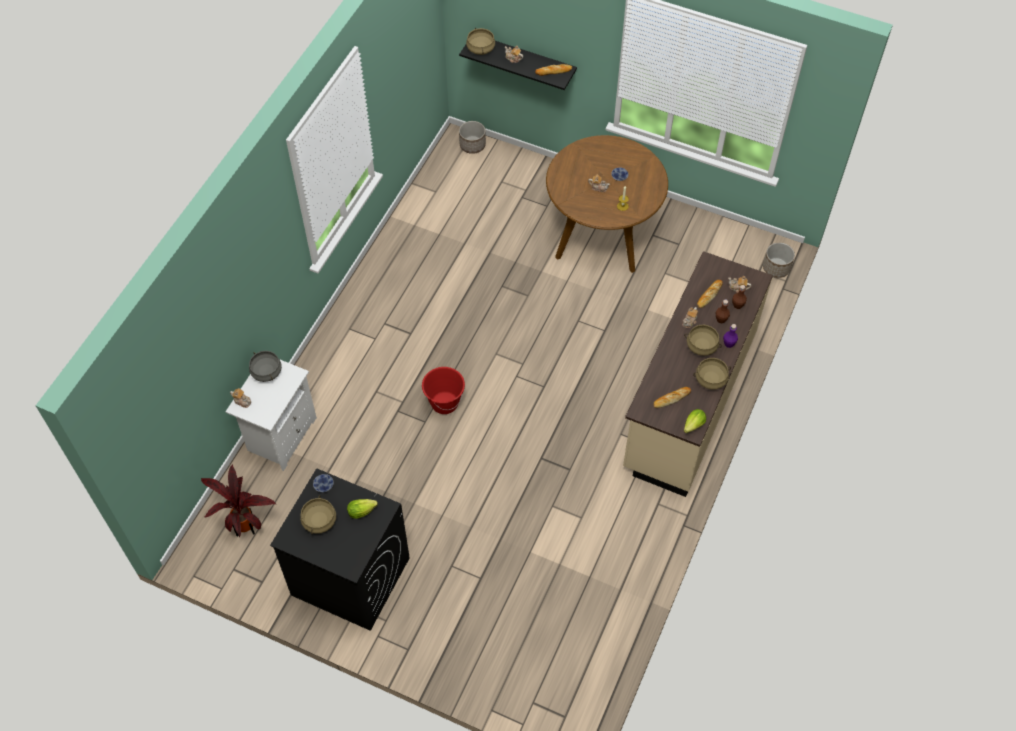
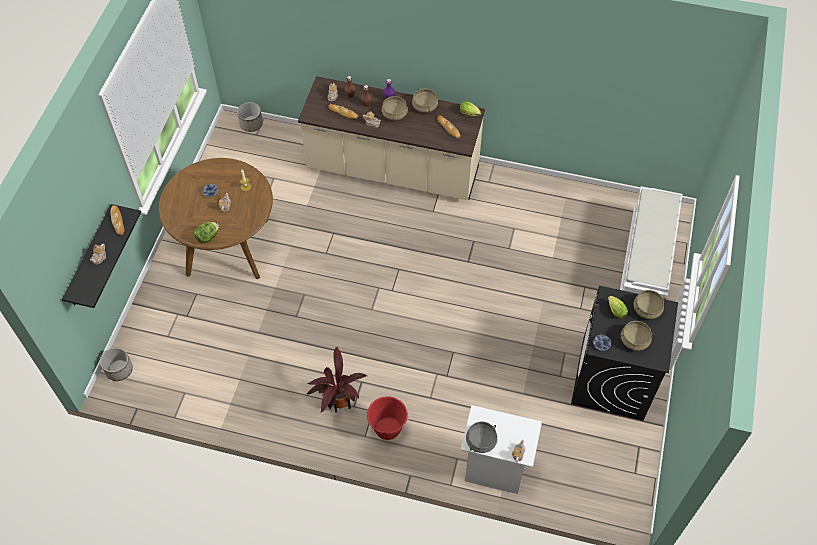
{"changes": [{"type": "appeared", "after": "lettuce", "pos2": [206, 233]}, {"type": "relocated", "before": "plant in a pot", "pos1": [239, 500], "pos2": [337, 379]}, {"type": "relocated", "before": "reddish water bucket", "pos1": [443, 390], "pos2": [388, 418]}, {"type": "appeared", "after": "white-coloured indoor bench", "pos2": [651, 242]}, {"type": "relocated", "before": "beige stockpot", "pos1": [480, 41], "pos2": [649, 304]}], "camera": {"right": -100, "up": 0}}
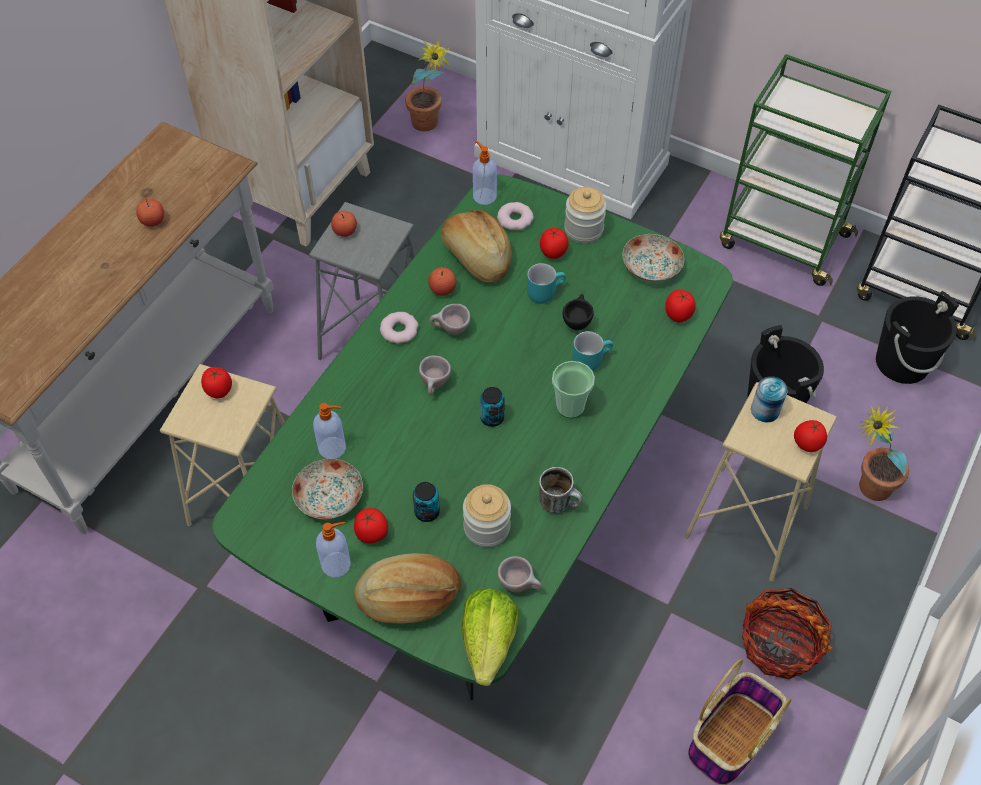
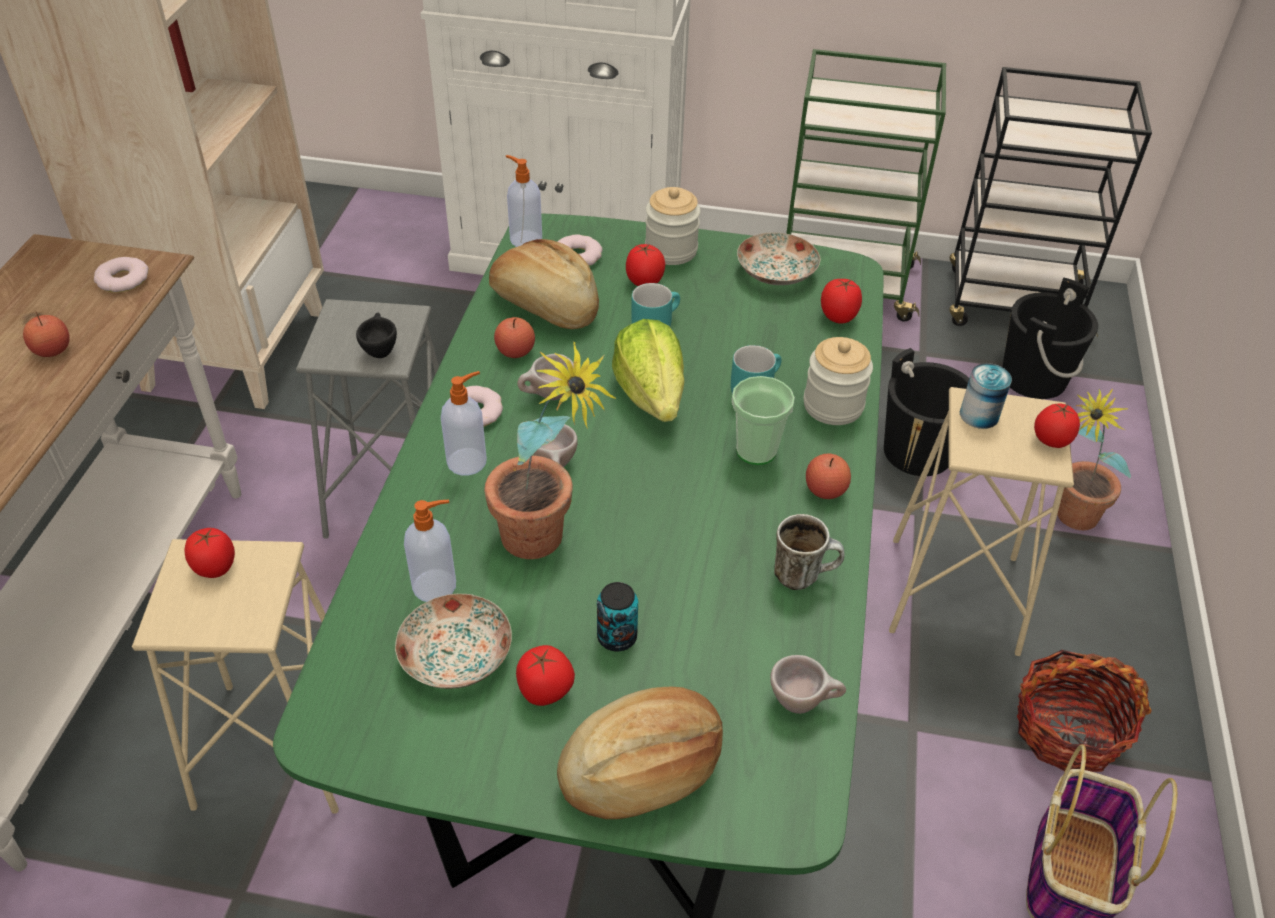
{"changes": [{"type": "appeared", "after": "doughnut", "pos2": [121, 275]}, {"type": "relocated", "before": "black-coloured drinking cup", "pos1": [578, 312], "pos2": [376, 335]}, {"type": "relocated", "before": "liquid soap bottle", "pos1": [333, 550], "pos2": [464, 423]}, {"type": "relocated", "before": "plant in a pot", "pos1": [427, 85], "pos2": [550, 450]}, {"type": "relocated", "before": "lettuce", "pos1": [490, 637], "pos2": [648, 370]}, {"type": "relocated", "before": "storage jar", "pos1": [487, 515], "pos2": [838, 381]}, {"type": "relocated", "before": "whole apple", "pos1": [344, 224], "pos2": [828, 476]}, {"type": "missing", "before": "sealed can", "pos1": [492, 407]}], "camera": {"right": -20, "up": -10}}
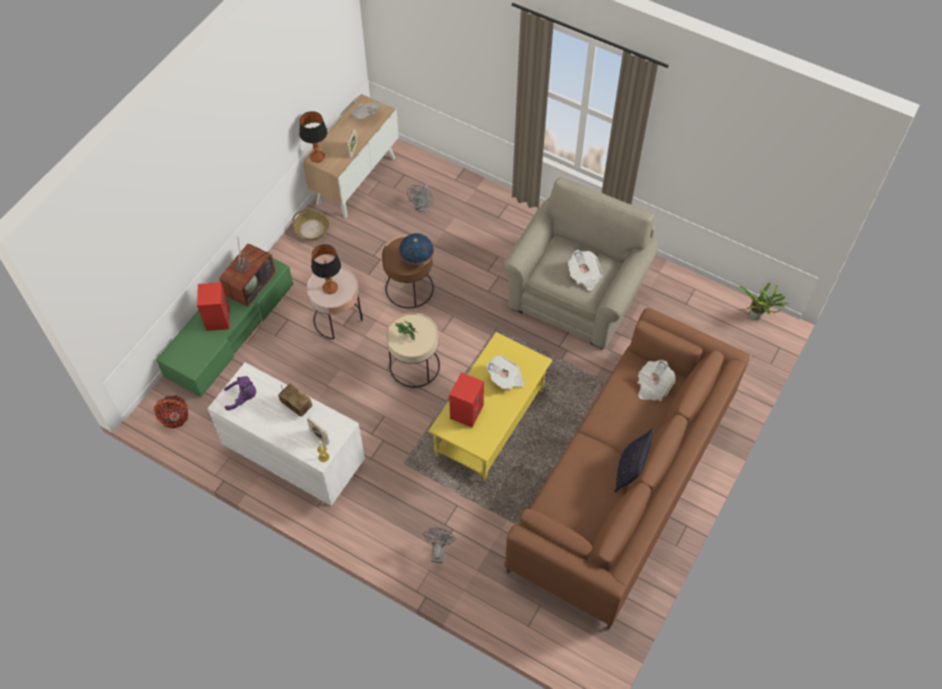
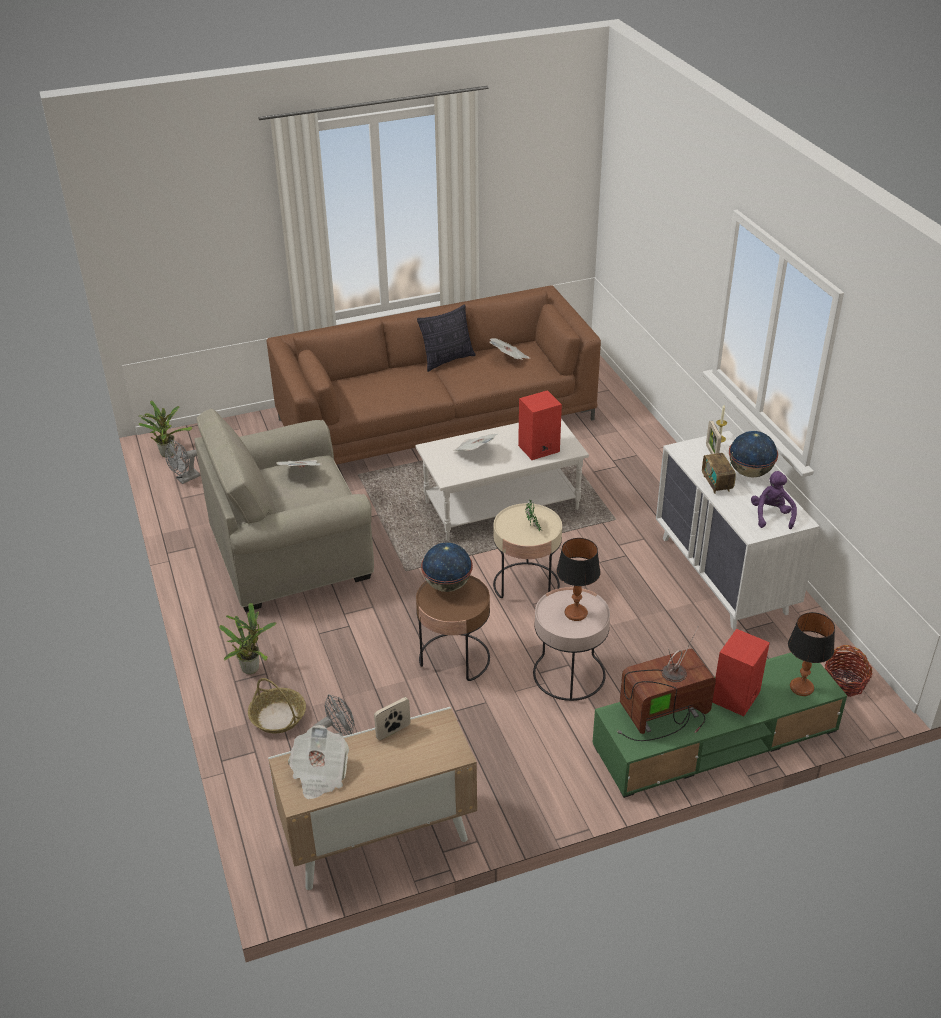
{"changes": [{"type": "relocated", "before": "gray fan", "pos1": [439, 545], "pos2": [182, 462]}, {"type": "appeared", "after": "plant in a pot", "pos2": [247, 638]}, {"type": "relocated", "before": "household basket", "pos1": [311, 225], "pos2": [277, 706]}, {"type": "colour", "before": "yellowish coffee table", "after": "white-coloured coffee table", "pos1": [490, 407], "pos2": [502, 480]}, {"type": "relocated", "before": "newspaper", "pos1": [656, 380], "pos2": [509, 349]}, {"type": "appeared", "after": "globe", "pos2": [753, 454]}, {"type": "spun", "before": "purple soft toy", "pos1": [240, 393], "pos2": [774, 500], "turn": 60}, {"type": "relocated", "before": "lamp for a table", "pos1": [313, 137], "pos2": [811, 654]}], "camera": {"right": -140, "up": -20}}
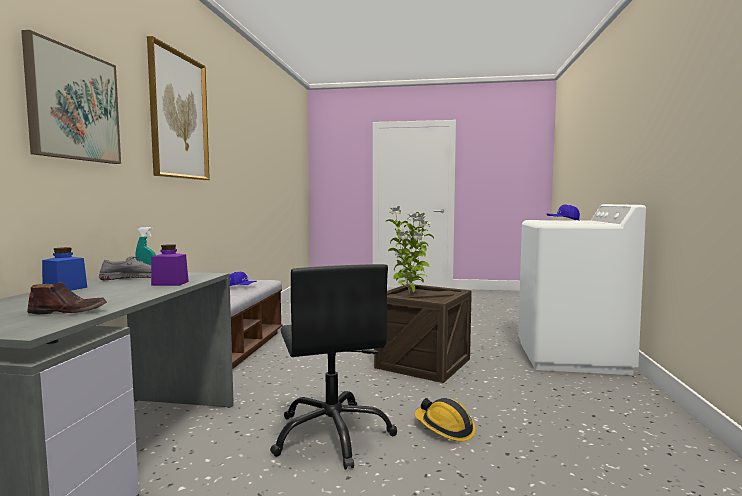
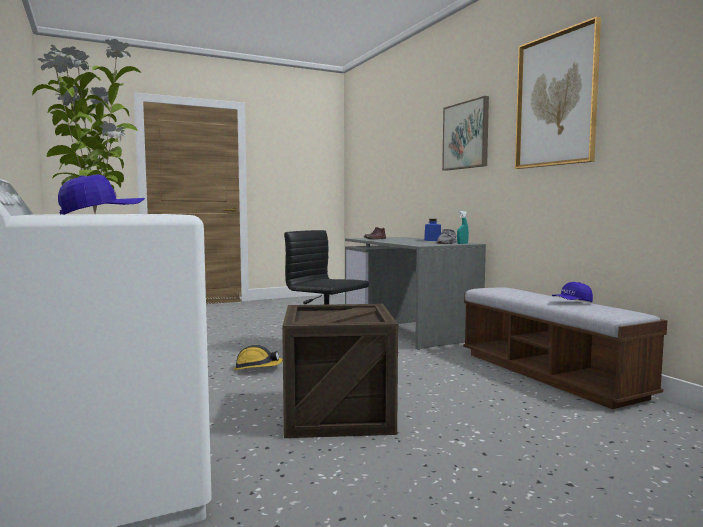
{"changes": [{"type": "relocated", "before": "plant in a pot", "pos1": [409, 250], "pos2": [86, 126]}, {"type": "missing", "before": "purple storage jar", "pos1": [170, 265]}], "camera": {"right": 145, "up": 0}}
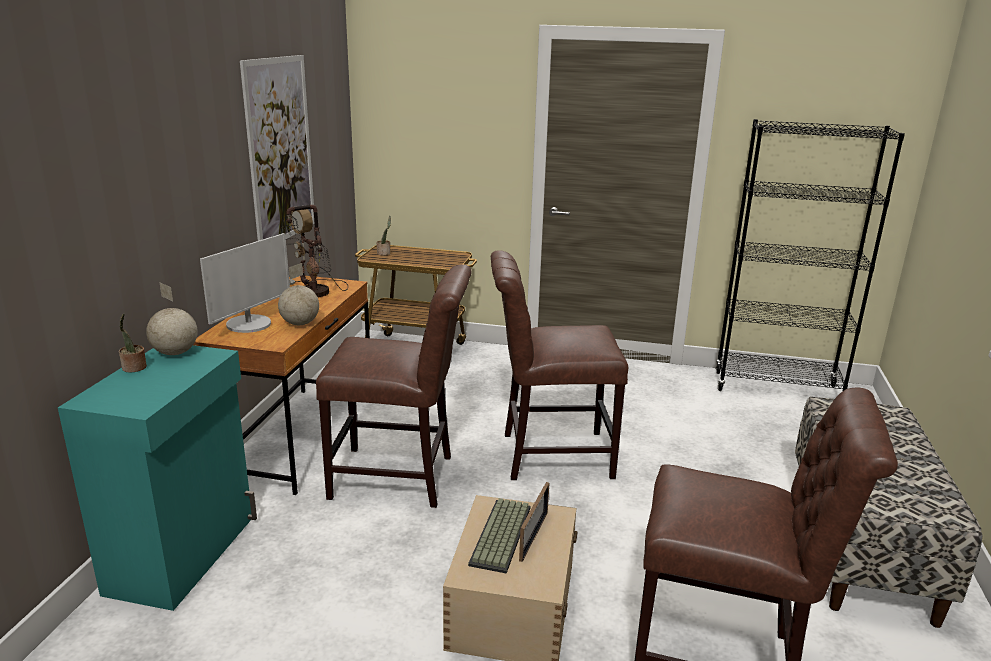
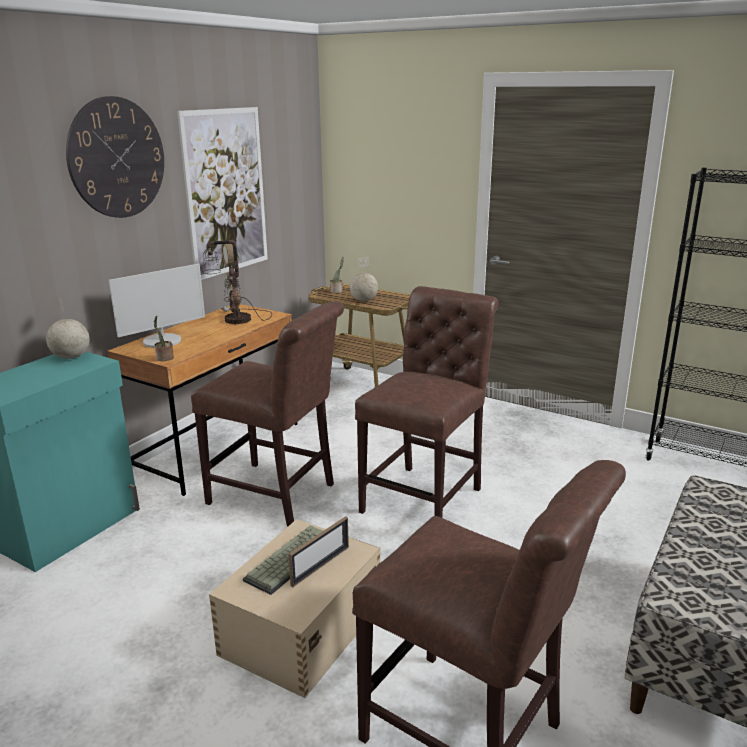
{"changes": [{"type": "appeared", "after": "hanging clock", "pos2": [115, 157]}, {"type": "relocated", "before": "plant in a pot", "pos1": [133, 343], "pos2": [164, 338]}, {"type": "relocated", "before": "globe", "pos1": [298, 294], "pos2": [364, 279]}, {"type": "spun", "before": "brown-coloured chair", "pos1": [559, 365], "pos2": [427, 402], "turn": 105}], "camera": {"right": 20, "up": 0}}
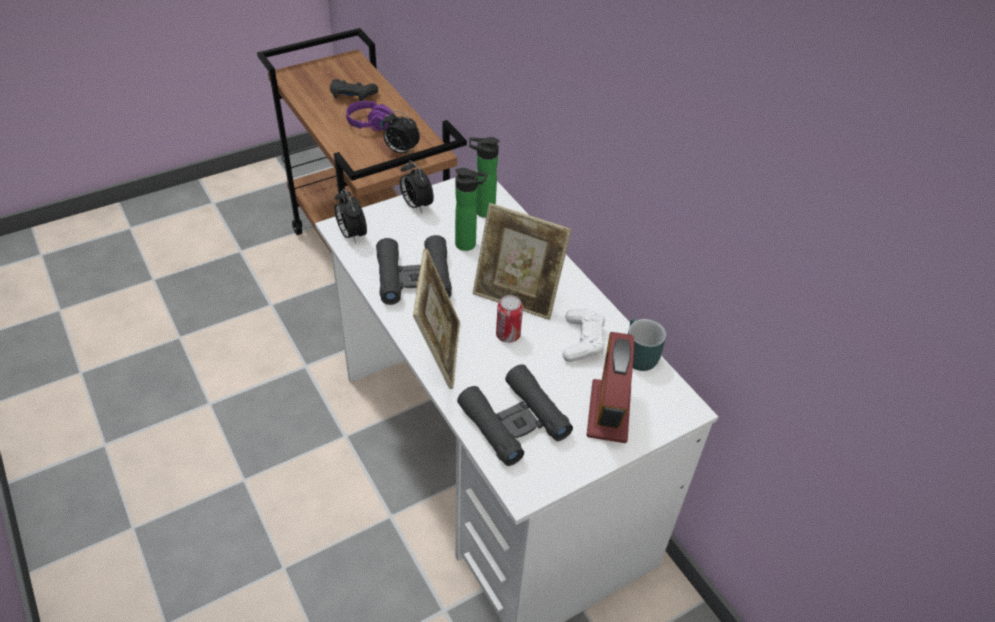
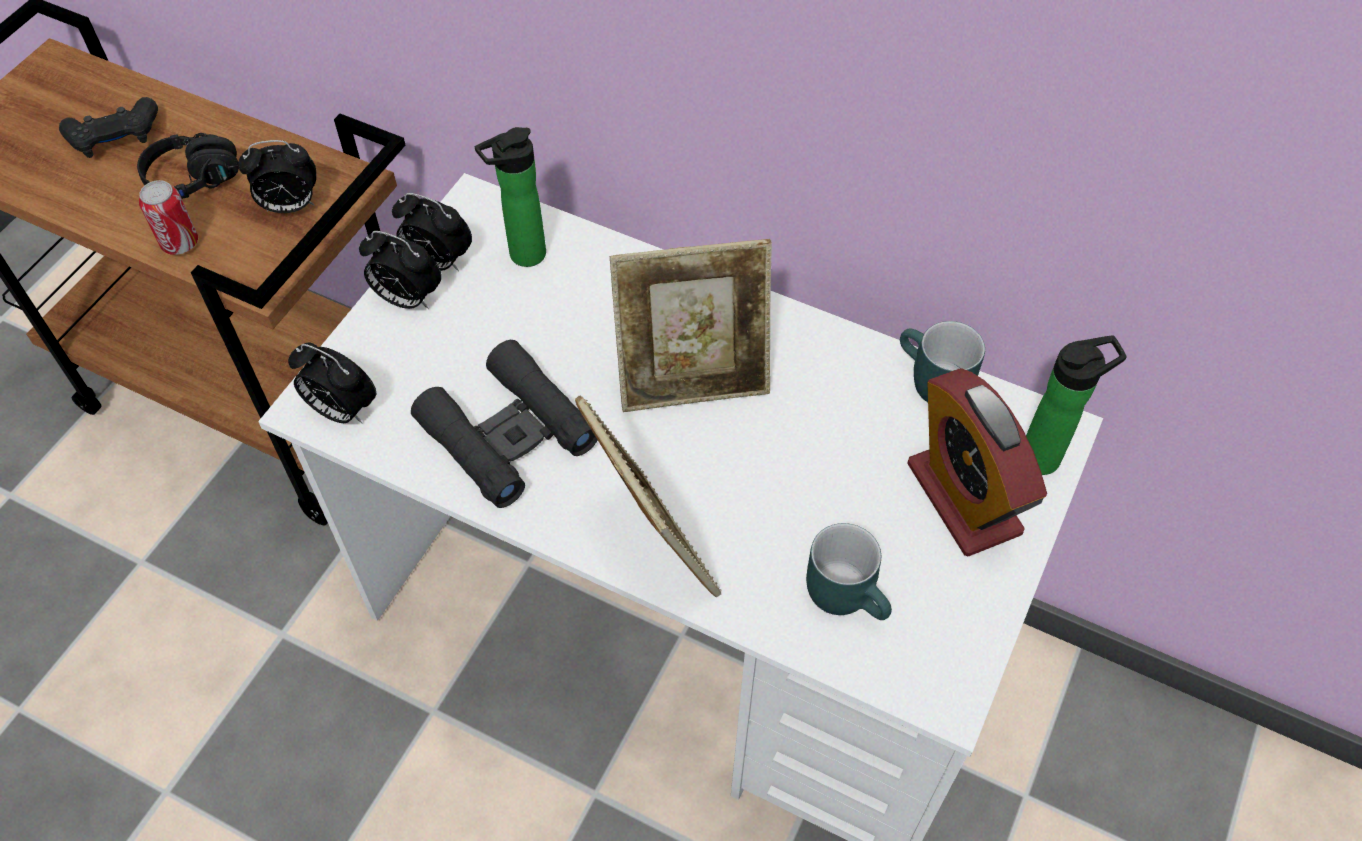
{"changes": [{"type": "colour", "before": "purple headphones", "after": "black-coloured headphones", "pos1": [370, 116], "pos2": [188, 166]}, {"type": "relocated", "before": "sealed can", "pos1": [509, 319], "pos2": [168, 217]}, {"type": "appeared", "after": "alarm clock", "pos2": [432, 232]}, {"type": "exchanged", "before": "black-coloured field glasses", "after": "turquoise mug", "pos1": [515, 415], "pos2": [849, 571]}, {"type": "relocated", "before": "bottle", "pos1": [471, 209], "pos2": [1076, 405]}, {"type": "missing", "before": "white-coloured joypad", "pos1": [584, 335]}], "camera": {"right": -30, "up": 10}}
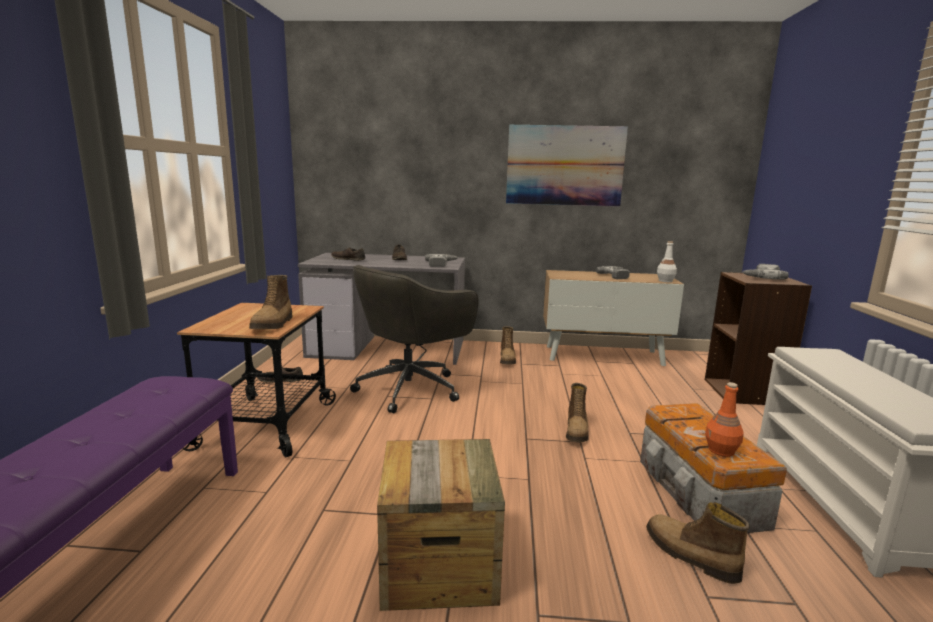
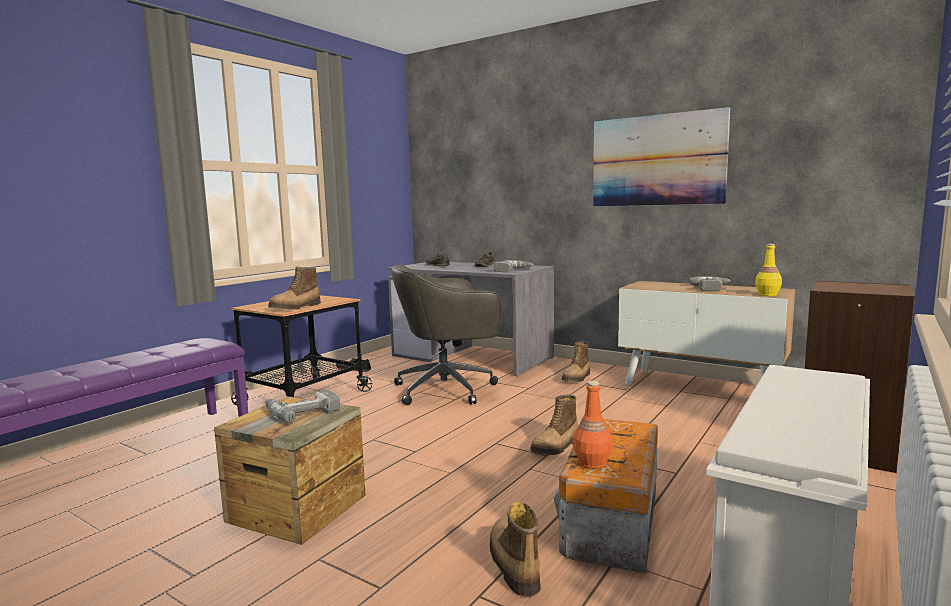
{"changes": [{"type": "relocated", "before": "drill", "pos1": [766, 272], "pos2": [302, 406]}, {"type": "colour", "before": "white-coloured bottle", "after": "yellowish bottle", "pos1": [667, 261], "pos2": [768, 270]}], "camera": {"right": 30, "up": -5}}
